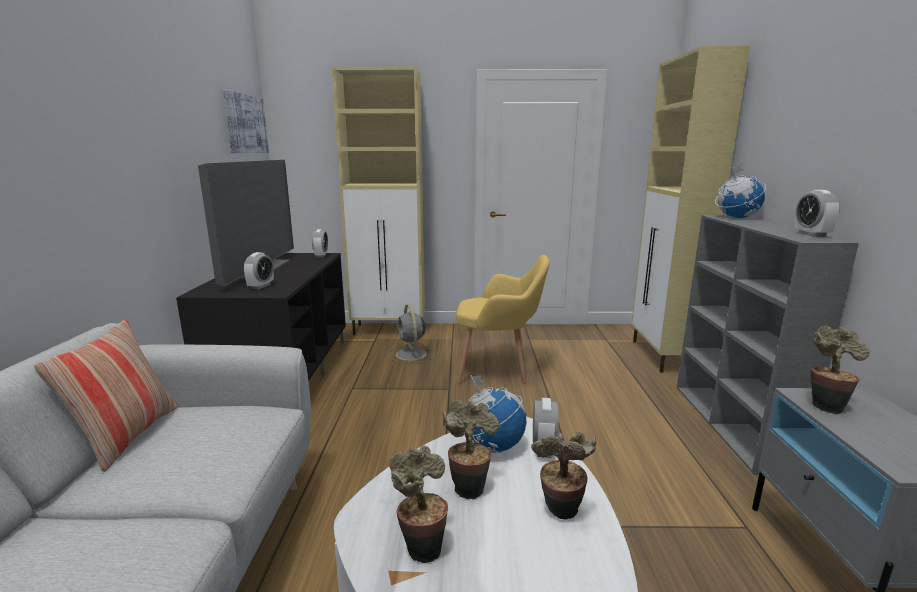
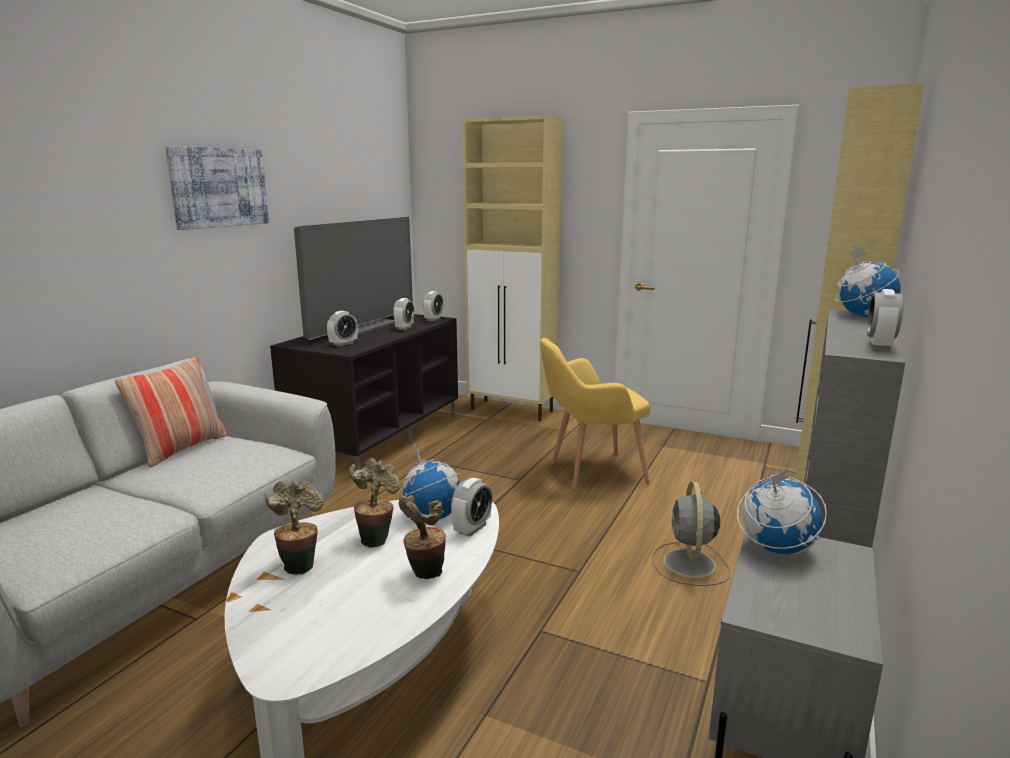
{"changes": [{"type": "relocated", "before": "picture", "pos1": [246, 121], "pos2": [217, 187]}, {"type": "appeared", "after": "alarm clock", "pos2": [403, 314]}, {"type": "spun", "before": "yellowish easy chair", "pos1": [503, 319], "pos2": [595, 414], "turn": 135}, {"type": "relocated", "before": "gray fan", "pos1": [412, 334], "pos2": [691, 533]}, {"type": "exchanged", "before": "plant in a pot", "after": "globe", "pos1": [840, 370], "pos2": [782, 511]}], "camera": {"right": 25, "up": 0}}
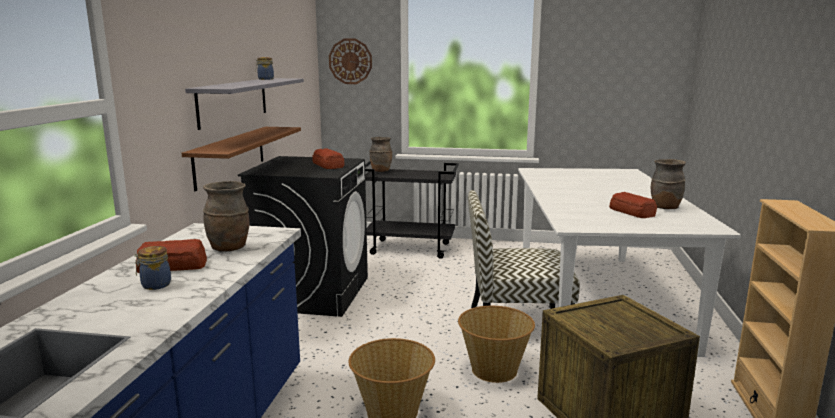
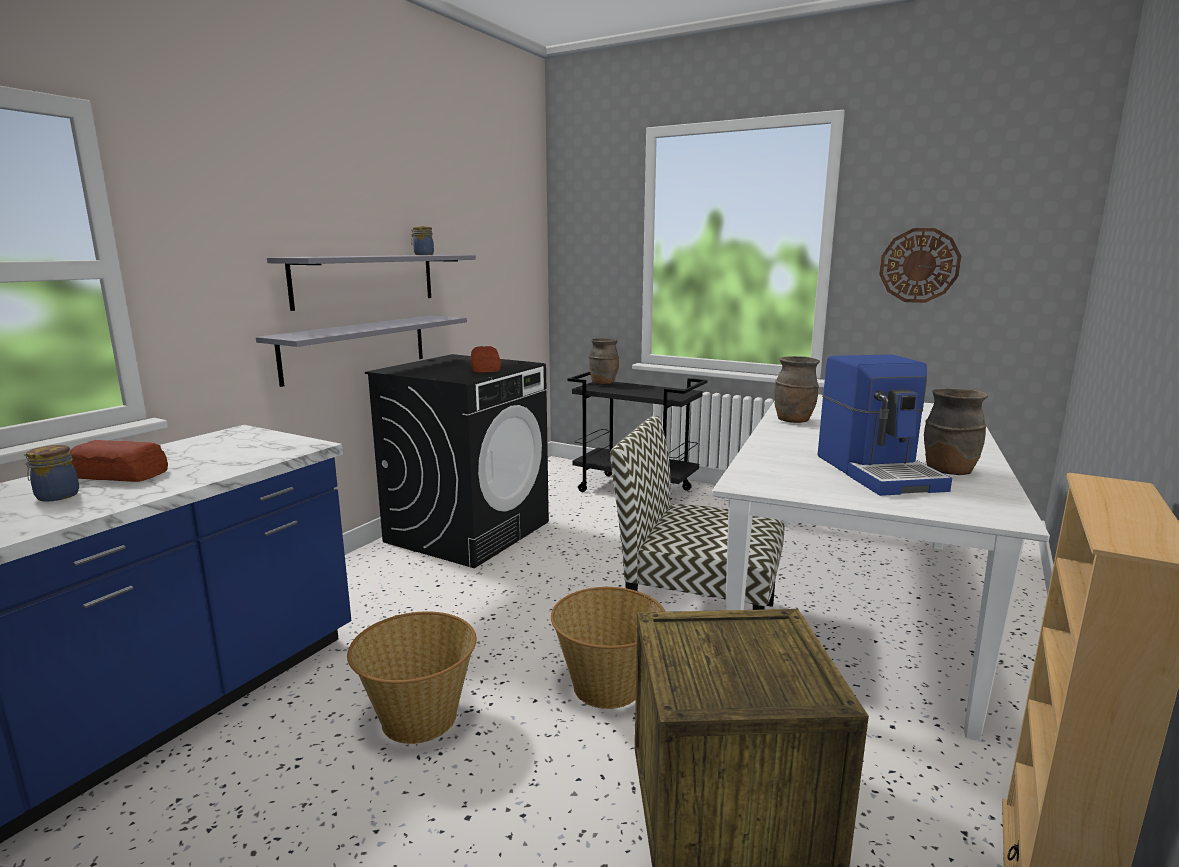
{"changes": [{"type": "colour", "before": "brown-coloured wall shelf", "after": "gray wall shelf", "pos1": [241, 159], "pos2": [361, 351]}, {"type": "relocated", "before": "brown-coloured decorative vase", "pos1": [226, 216], "pos2": [797, 389]}, {"type": "exchanged", "before": "baked bread", "after": "coffee maker", "pos1": [633, 205], "pos2": [885, 425]}, {"type": "relocated", "before": "hanging clock", "pos1": [350, 61], "pos2": [920, 265]}], "camera": {"right": 20, "up": 0}}
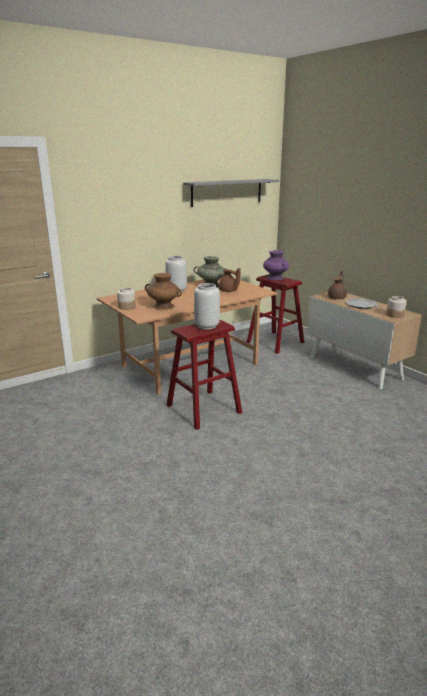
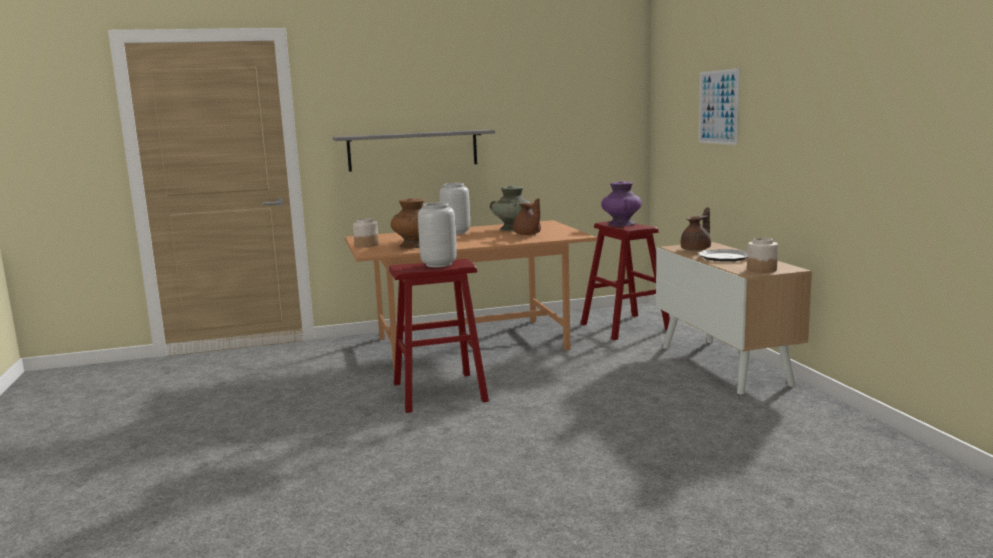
{"changes": [{"type": "relocated", "before": "gray wall shelf", "pos1": [231, 193], "pos2": [414, 151]}, {"type": "appeared", "after": "picture", "pos2": [719, 106]}], "camera": {"right": 20, "up": -10}}
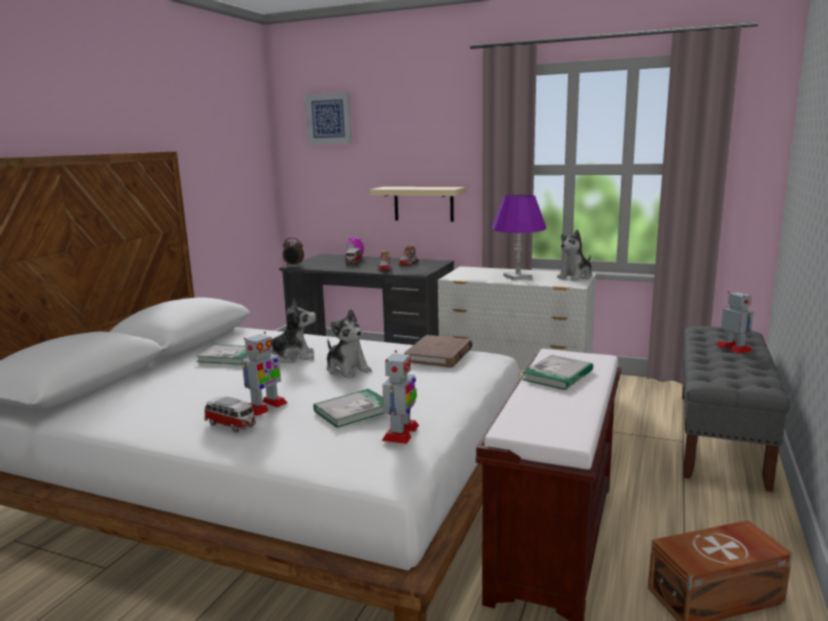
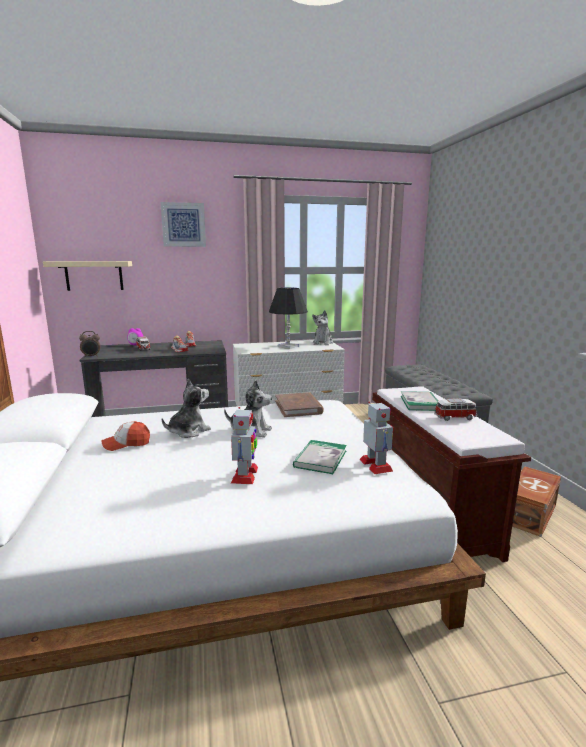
{"changes": [{"type": "relocated", "before": "beige wall shelf", "pos1": [418, 204], "pos2": [87, 276]}, {"type": "exchanged", "before": "volume", "after": "cap", "pos1": [222, 354], "pos2": [126, 436]}, {"type": "relocated", "before": "picture", "pos1": [328, 118], "pos2": [183, 224]}, {"type": "colour", "before": "purple lamp for a table", "after": "black-coloured lamp for a table", "pos1": [519, 237], "pos2": [288, 318]}, {"type": "relocated", "before": "model car", "pos1": [230, 414], "pos2": [455, 409]}, {"type": "missing", "before": "robot figure", "pos1": [735, 322]}], "camera": {"right": -35, "up": 0}}
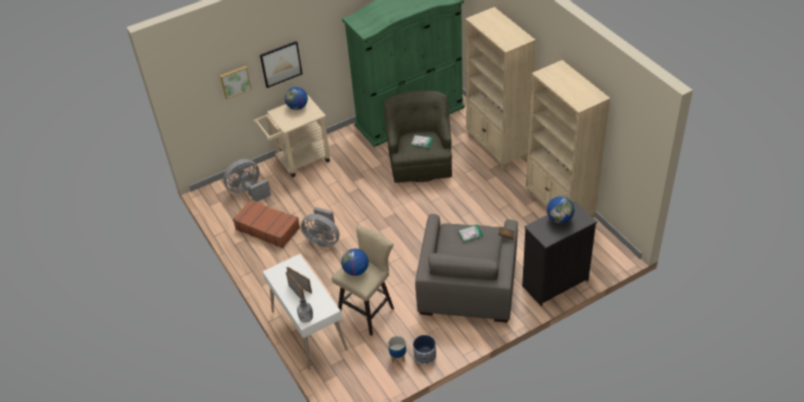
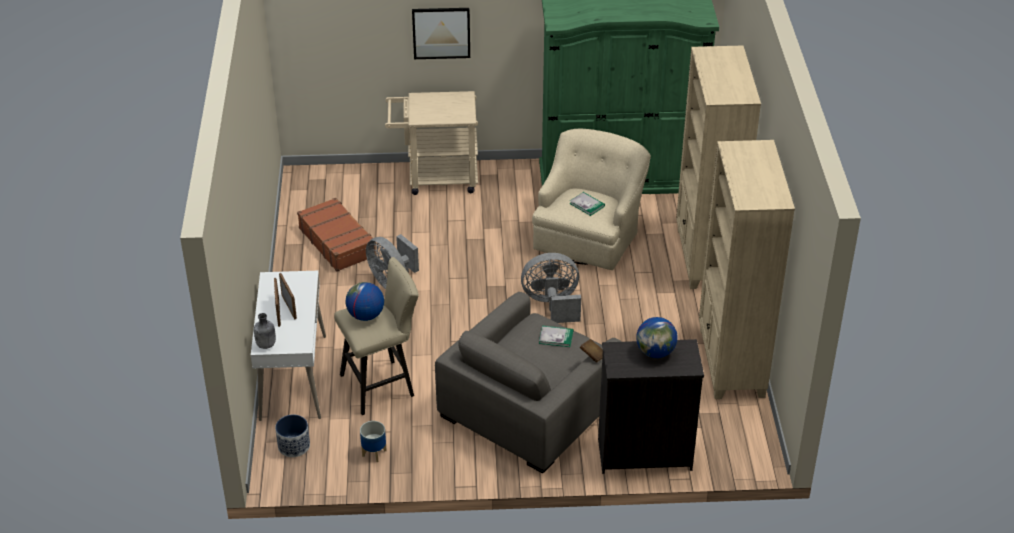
{"changes": [{"type": "relocated", "before": "plant pot", "pos1": [424, 350], "pos2": [292, 436]}, {"type": "relocated", "before": "gray fan", "pos1": [247, 180], "pos2": [551, 288]}, {"type": "colour", "before": "green-coloured easy chair", "after": "beige easy chair", "pos1": [417, 136], "pos2": [591, 199]}, {"type": "missing", "before": "picture", "pos1": [236, 82]}, {"type": "missing", "before": "globe", "pos1": [296, 98]}], "camera": {"right": 25, "up": -5}}
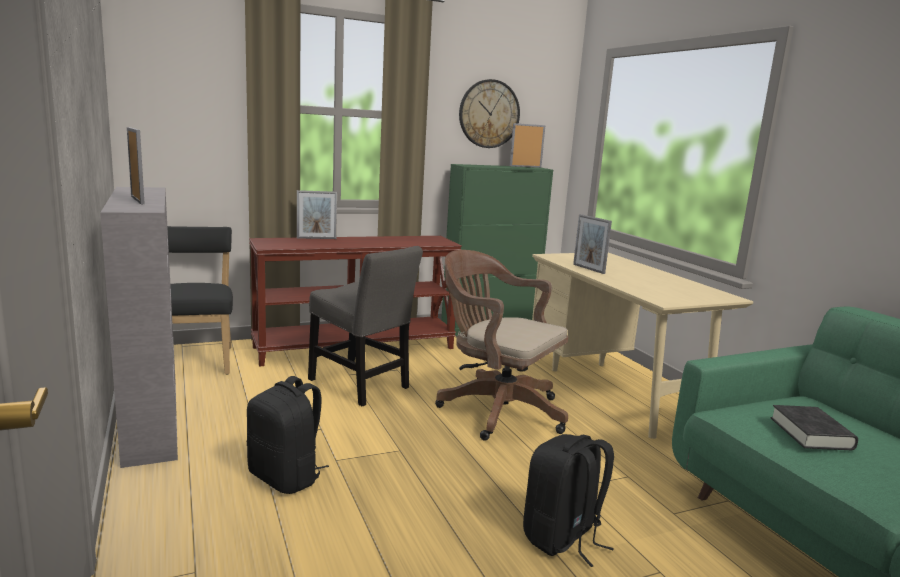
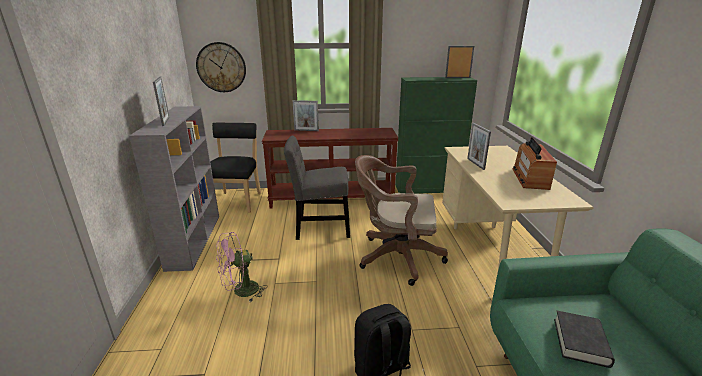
{"changes": [{"type": "relocated", "before": "hanging clock", "pos1": [489, 113], "pos2": [221, 67]}, {"type": "exchanged", "before": "black-coloured knapsack", "after": "pink-coloured fan", "pos1": [288, 435], "pos2": [242, 267]}, {"type": "spun", "before": "gray chair", "pos1": [365, 326], "pos2": [317, 188], "turn": 120}, {"type": "spun", "before": "brown-coloured desk chair", "pos1": [501, 345], "pos2": [401, 220], "turn": -45}, {"type": "appeared", "after": "radio set", "pos2": [534, 163]}], "camera": {"right": 20, "up": 10}}
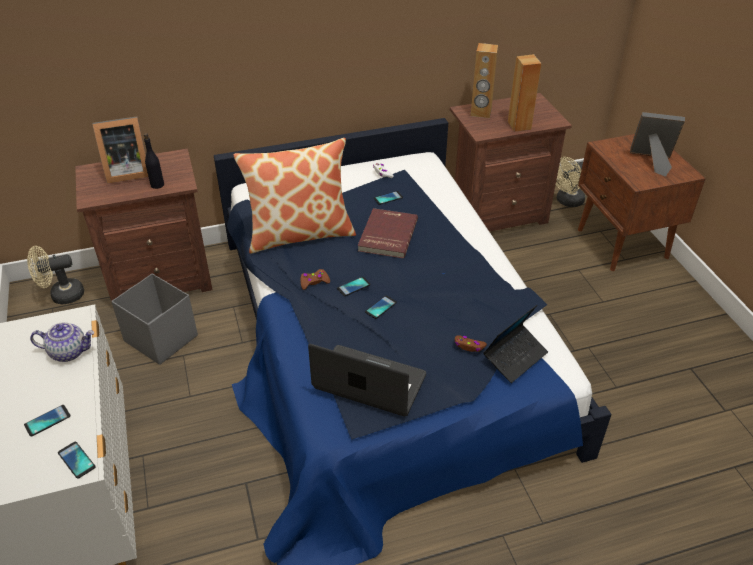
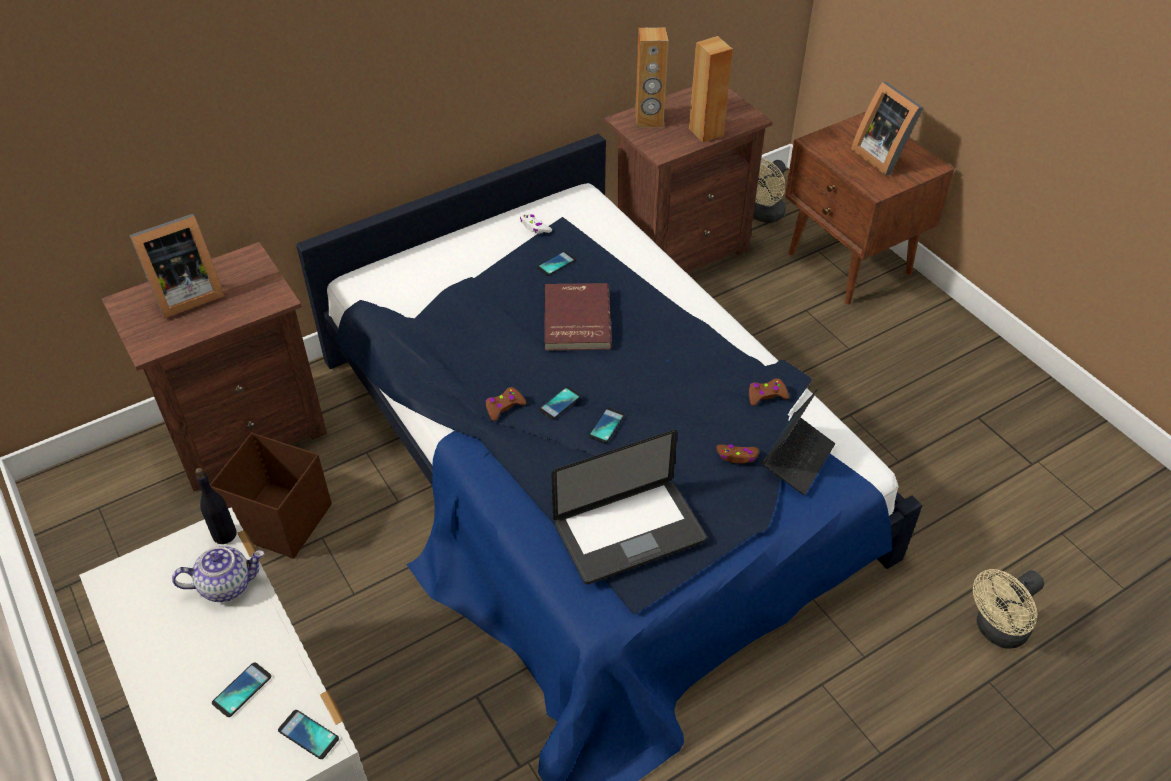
{"changes": [{"type": "relocated", "before": "black-coloured bottle", "pos1": [154, 161], "pos2": [216, 506]}, {"type": "colour", "before": "gray storage bin", "after": "brown-coloured storage bin", "pos1": [154, 319], "pos2": [271, 496]}, {"type": "spun", "before": "notebook computer", "pos1": [367, 380], "pos2": [629, 507], "turn": 150}, {"type": "appeared", "after": "brown-coloured joypad", "pos2": [769, 392]}, {"type": "spun", "before": "picture frame", "pos1": [657, 144], "pos2": [887, 128], "turn": -120}, {"type": "relocated", "before": "beige fan", "pos1": [55, 275], "pos2": [1008, 609]}, {"type": "missing", "before": "pillow", "pos1": [295, 196]}], "camera": {"right": -15, "up": 5}}
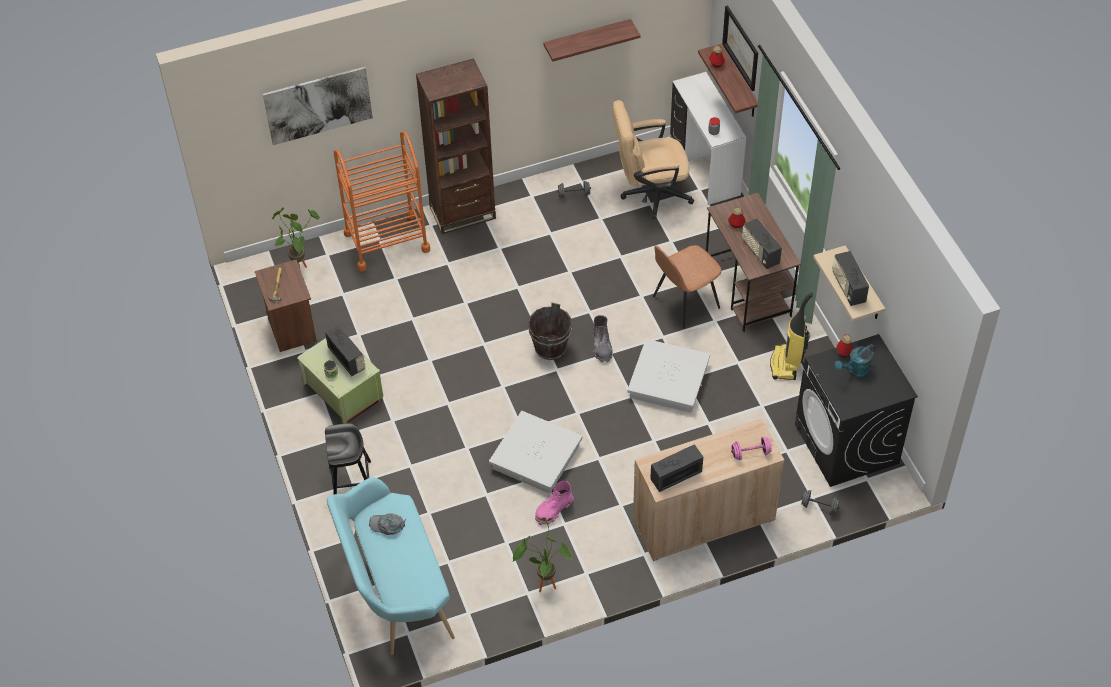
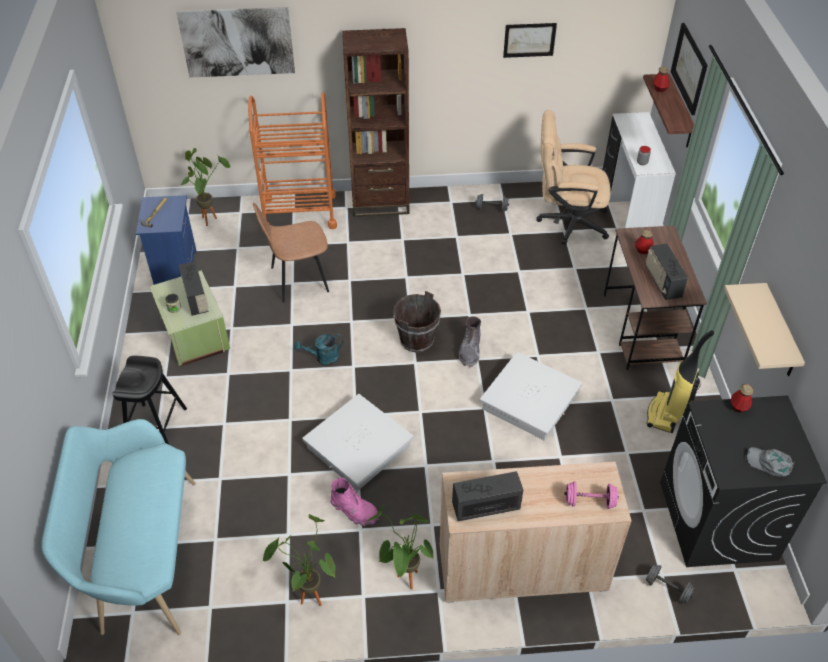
{"changes": [{"type": "colour", "before": "brown-coloured bedside table", "after": "blue bedside table", "pos1": [286, 306], "pos2": [166, 240]}, {"type": "relocated", "before": "brown-coloured chair", "pos1": [687, 287], "pos2": [291, 252]}, {"type": "relocated", "before": "turquoise watering pot", "pos1": [855, 361], "pos2": [319, 349]}, {"type": "spun", "before": "pink-coloured tall boot", "pos1": [554, 503], "pos2": [354, 502], "turn": -120}, {"type": "appeared", "after": "plant in a pot", "pos2": [399, 547]}, {"type": "exchanged", "before": "wall shelf", "after": "picture", "pos1": [591, 40], "pos2": [530, 40]}, {"type": "relocated", "before": "gray cap", "pos1": [387, 524], "pos2": [770, 461]}, {"type": "missing", "before": "radio set", "pos1": [850, 278]}], "camera": {"right": 15, "up": -5}}
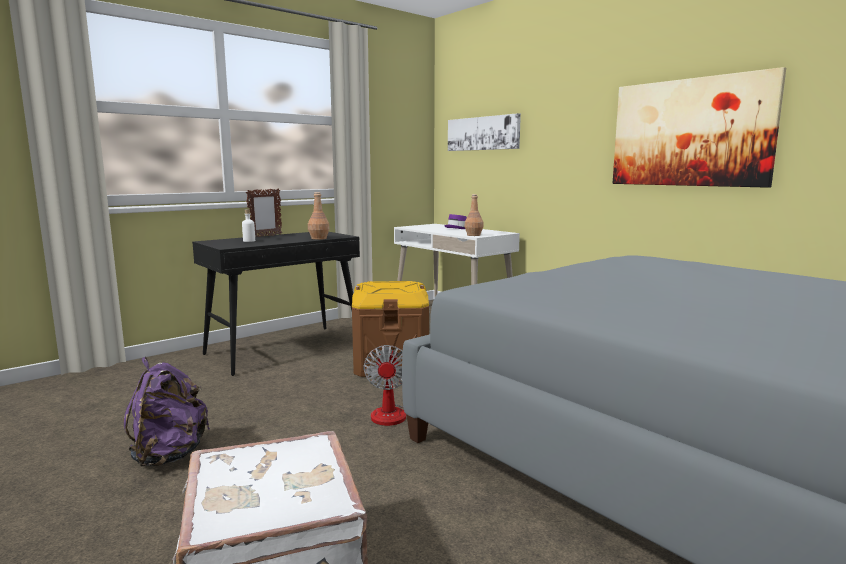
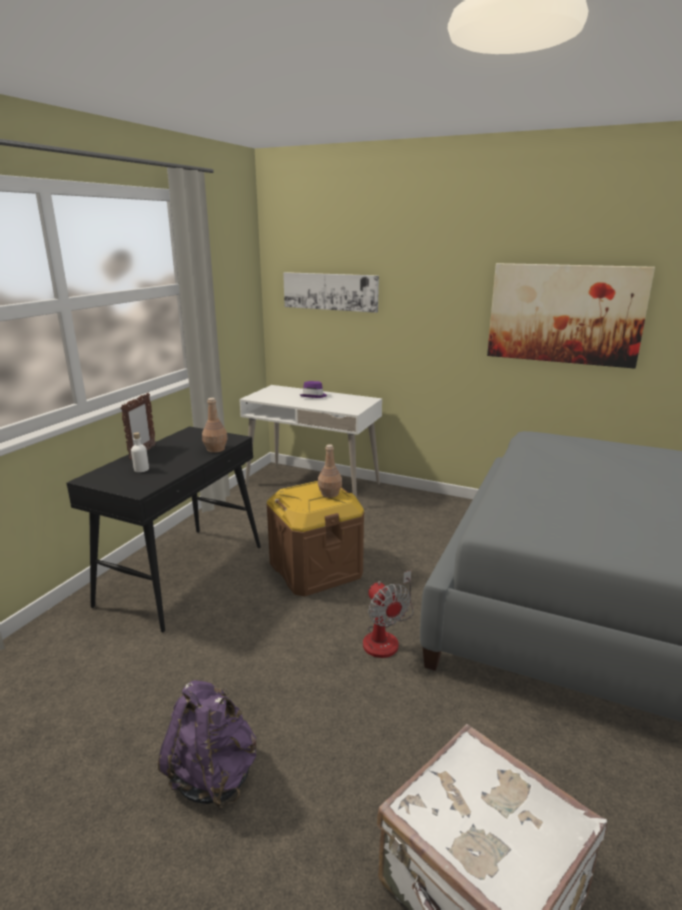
{"changes": [{"type": "relocated", "before": "brown-coloured bottle", "pos1": [474, 215], "pos2": [330, 471]}], "camera": {"right": -25, "up": 10}}
